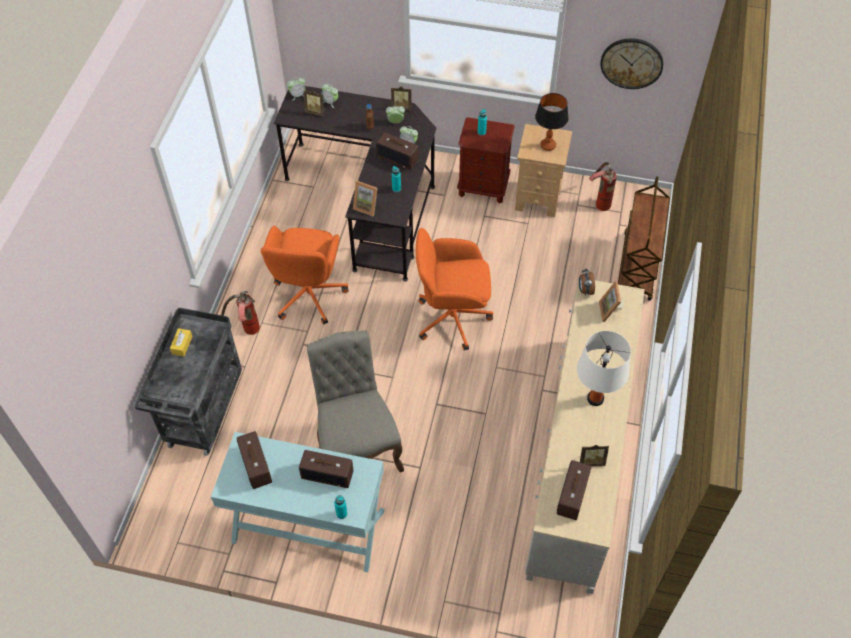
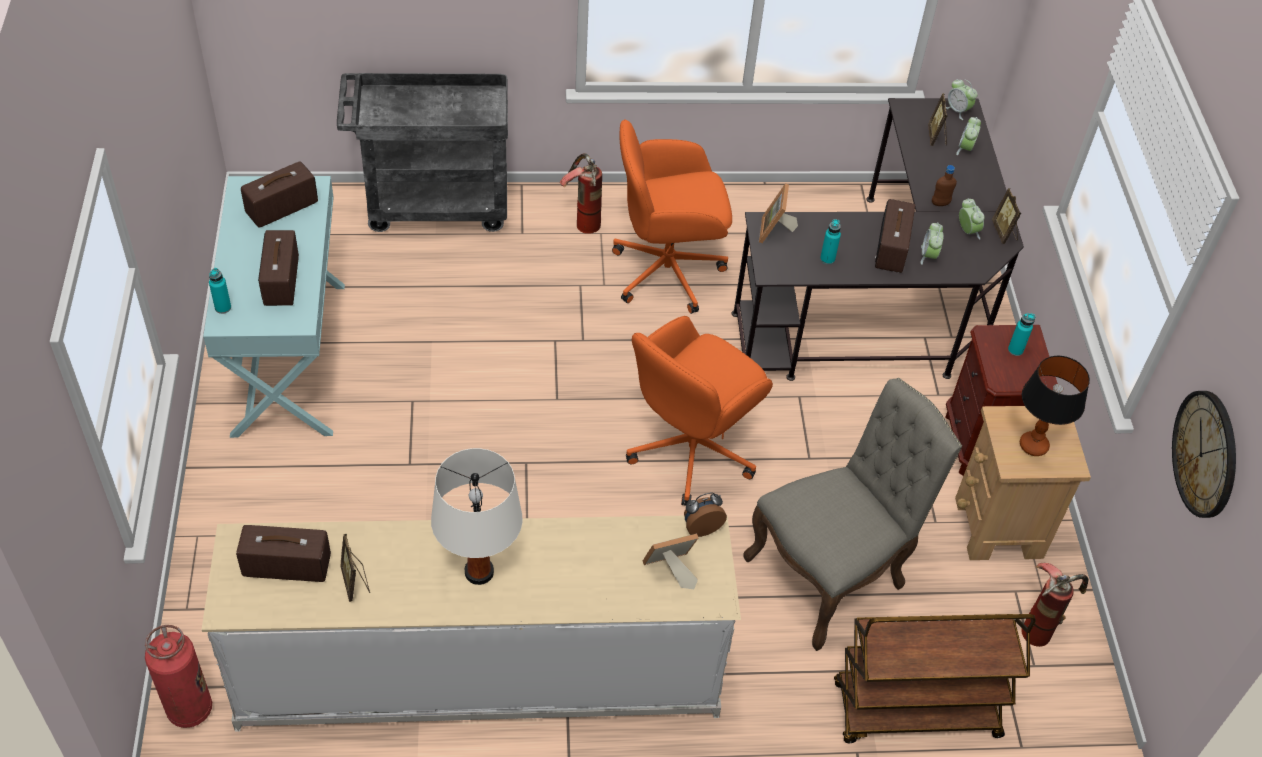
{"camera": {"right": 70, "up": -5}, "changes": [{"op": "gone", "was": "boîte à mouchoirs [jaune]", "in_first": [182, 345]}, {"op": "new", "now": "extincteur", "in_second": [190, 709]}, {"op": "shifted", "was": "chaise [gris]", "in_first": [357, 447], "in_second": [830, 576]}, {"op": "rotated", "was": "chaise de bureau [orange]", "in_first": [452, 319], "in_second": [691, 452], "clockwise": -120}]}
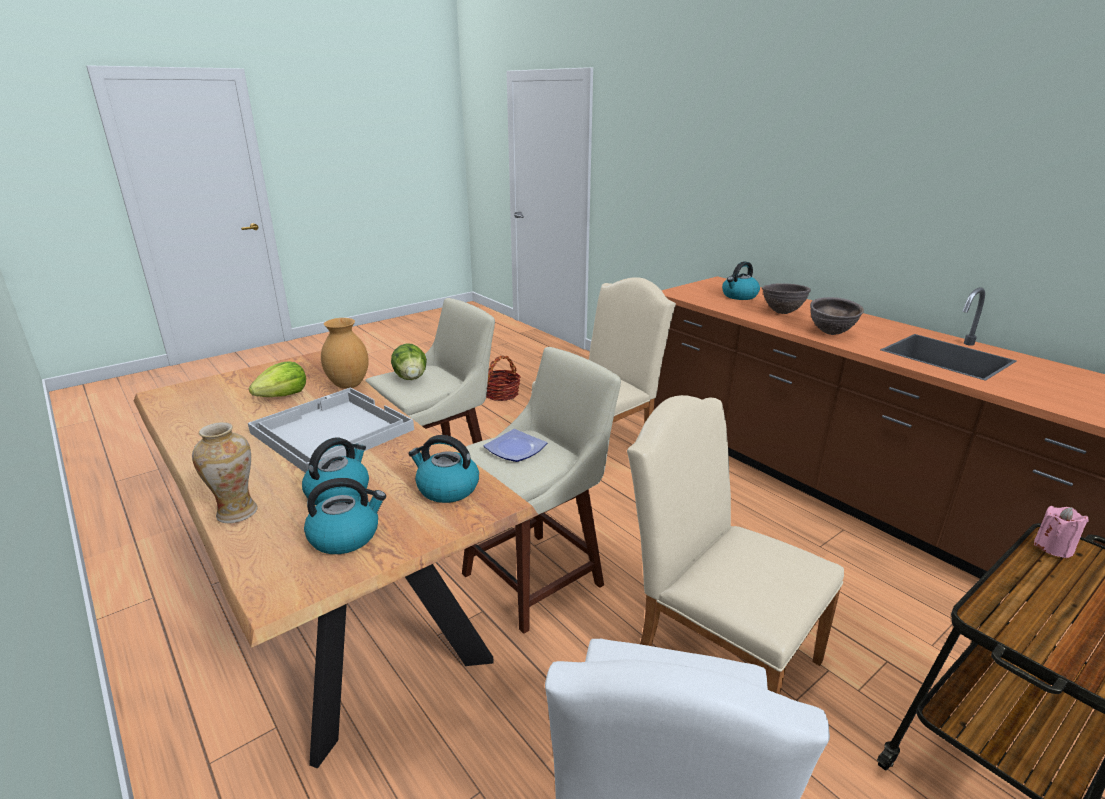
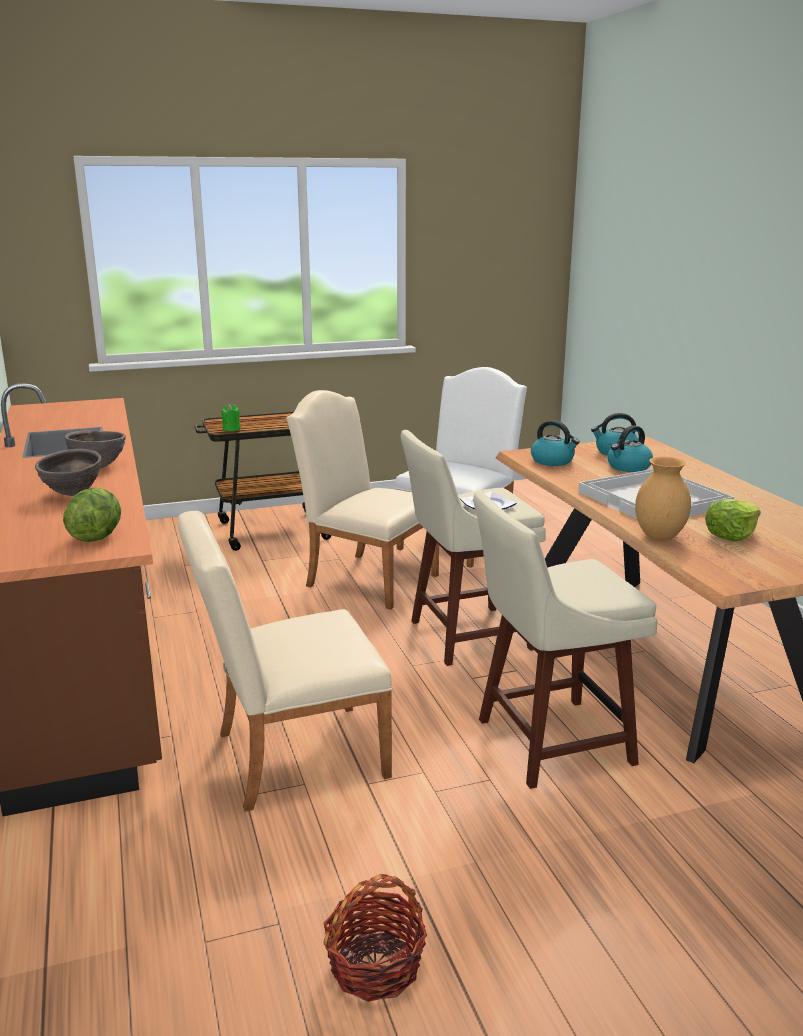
{"camera": {"right": -160, "up": -5}, "changes": [{"op": "gone", "was": "vase", "in_first": [236, 512]}, {"op": "gone", "was": "bouilloire", "in_first": [739, 296]}, {"op": "shifted", "was": "laitue", "in_first": [411, 378], "in_second": [96, 536]}, {"op": "repainted", "was": "bougie [rose]", "now": "bougie [vert]", "in_first": [1053, 547], "in_second": [231, 429]}, {"op": "rotated", "was": "chaise [beige]", "in_first": [715, 655], "in_second": [365, 578], "clockwise": 150}]}
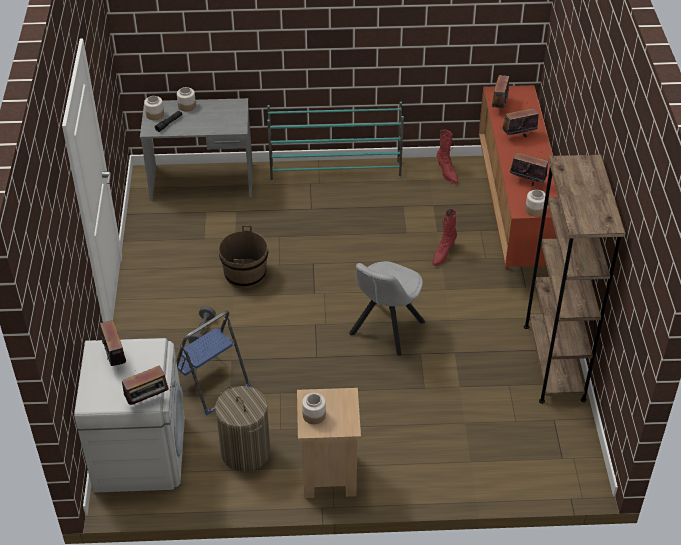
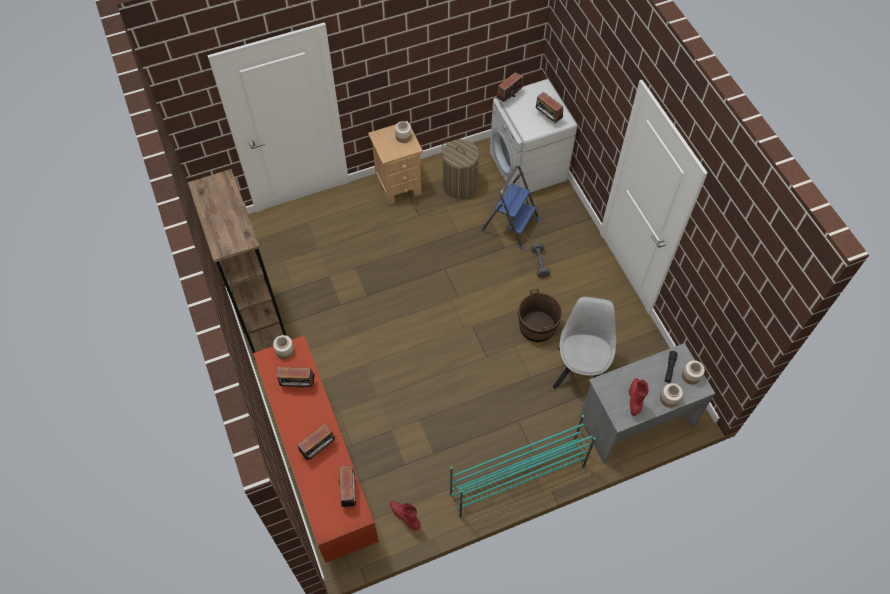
{"camera": {"right": 160, "up": 15}, "changes": [{"op": "shifted", "was": "chaise [gris]", "in_first": [386, 329], "in_second": [580, 369]}, {"op": "shifted", "was": "botte [rouge]", "in_first": [443, 254], "in_second": [635, 399]}]}
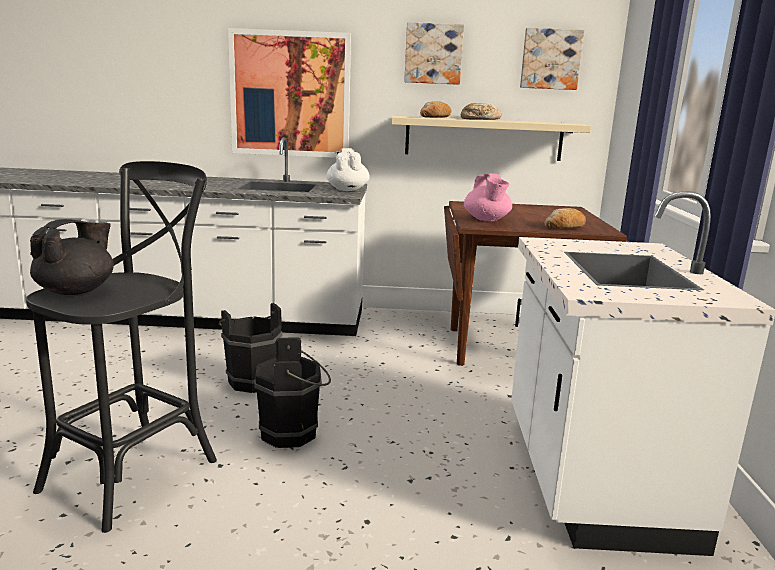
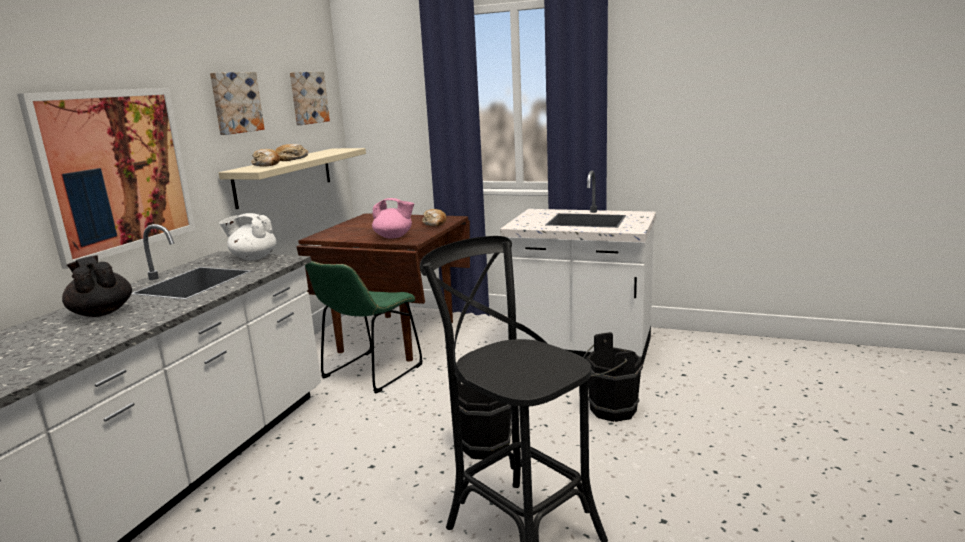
{"camera": {"right": -70, "up": 0}, "changes": [{"op": "new", "now": "chaise [vert]", "in_second": [369, 374]}, {"op": "shifted", "was": "théière [noir]", "in_first": [77, 291], "in_second": [101, 312]}, {"op": "shifted", "was": "seau [noir]", "in_first": [252, 380], "in_second": [609, 410]}]}
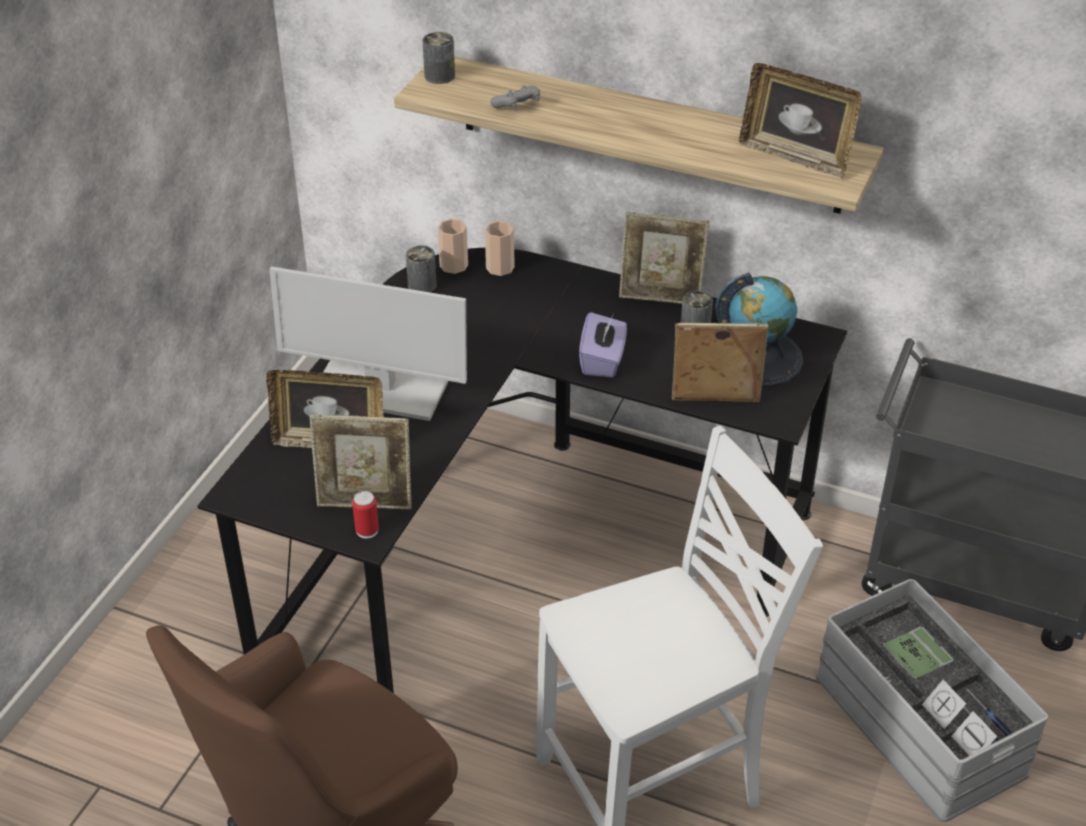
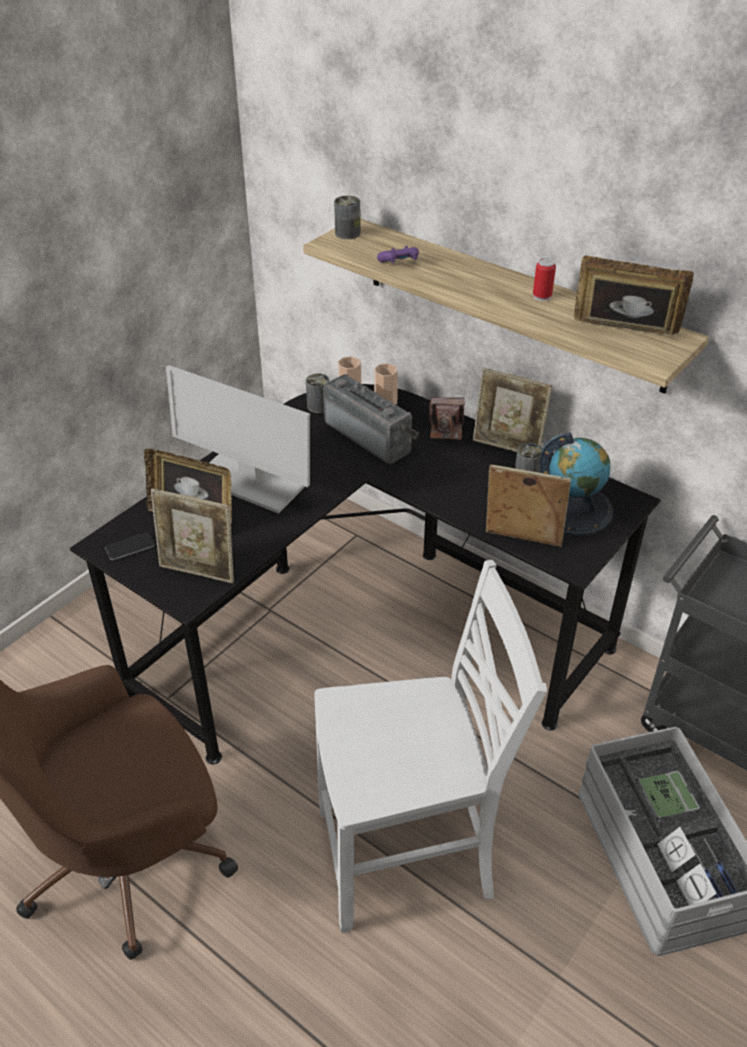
{"camera": {"right": 15, "up": 0}, "changes": [{"op": "gone", "was": "boîte à mouchoirs [violet]", "in_first": [602, 360]}, {"op": "new", "now": "téléphone", "in_second": [130, 547]}, {"op": "new", "now": "radio", "in_second": [371, 436]}, {"op": "new", "now": "appareil photo", "in_second": [446, 429]}, {"op": "shifted", "was": "boîte métallique", "in_first": [367, 530], "in_second": [542, 296]}, {"op": "repainted", "was": "manette [gris]", "now": "manette [violet]", "in_first": [518, 106], "in_second": [399, 263]}, {"op": "rotated", "was": "cadre photo", "in_first": [795, 157], "in_second": [623, 333], "clockwise": 150}]}
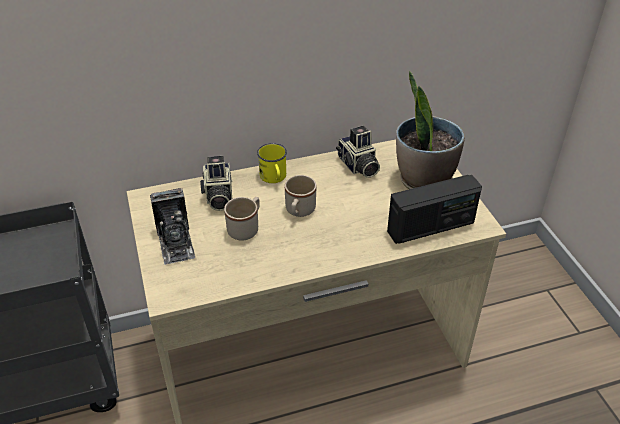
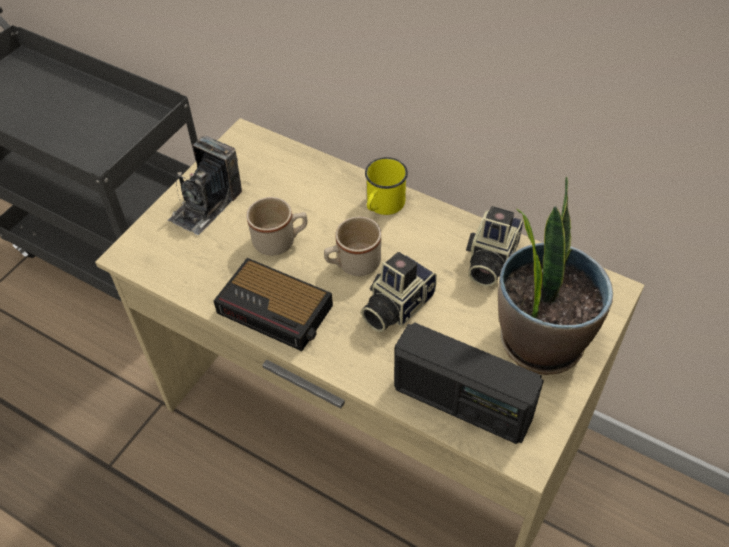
{"camera": {"right": 50, "up": 10}, "changes": [{"op": "new", "now": "réveil", "in_second": [277, 310]}, {"op": "shifted", "was": "appareil photo", "in_first": [218, 196], "in_second": [395, 306]}]}
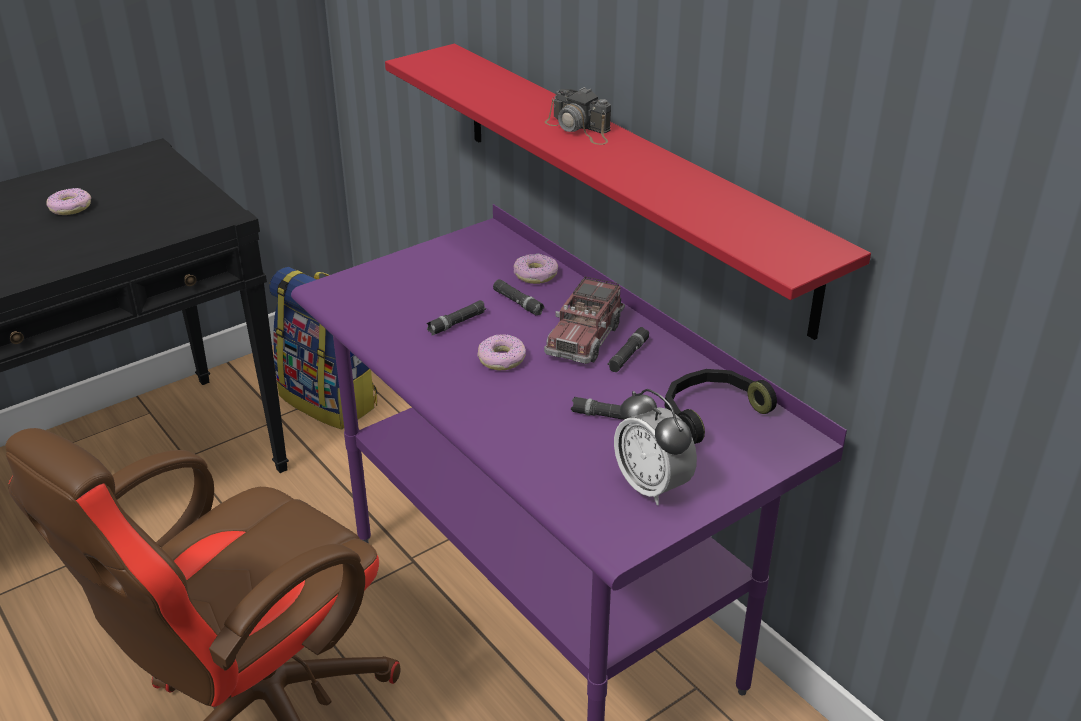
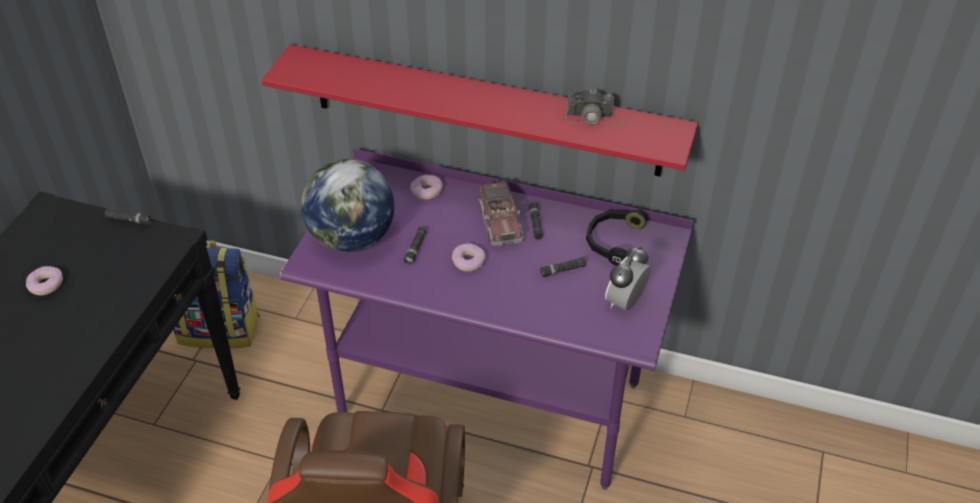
{"camera": {"right": -35, "up": 10}, "changes": [{"op": "new", "now": "globe", "in_second": [351, 239]}, {"op": "shifted", "was": "lampe de poche [noir]", "in_first": [518, 302], "in_second": [129, 220]}, {"op": "shifted", "was": "appareil photo", "in_first": [580, 129], "in_second": [594, 118]}, {"op": "rotated", "was": "réveil", "in_first": [652, 486], "in_second": [625, 302], "clockwise": 105}]}
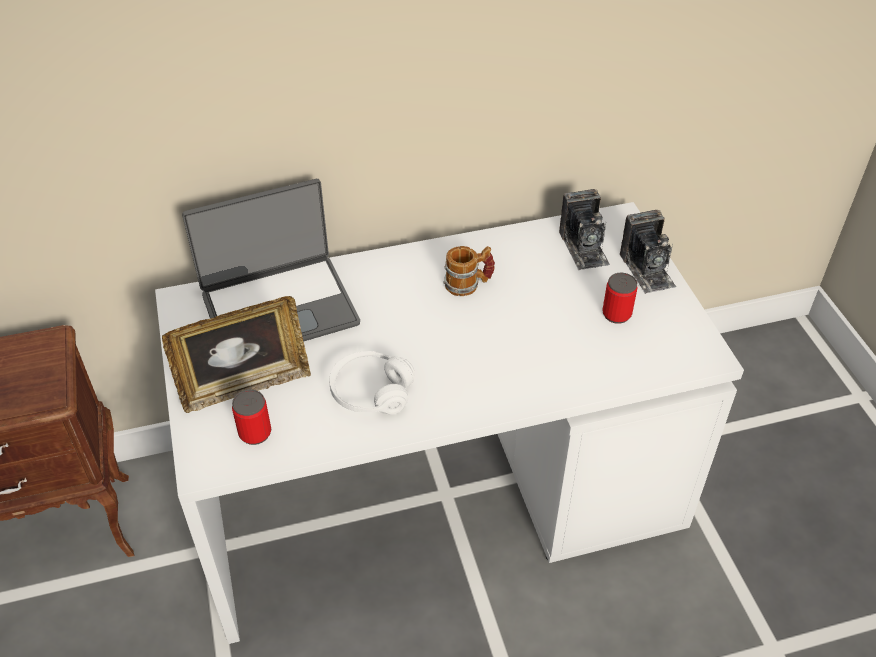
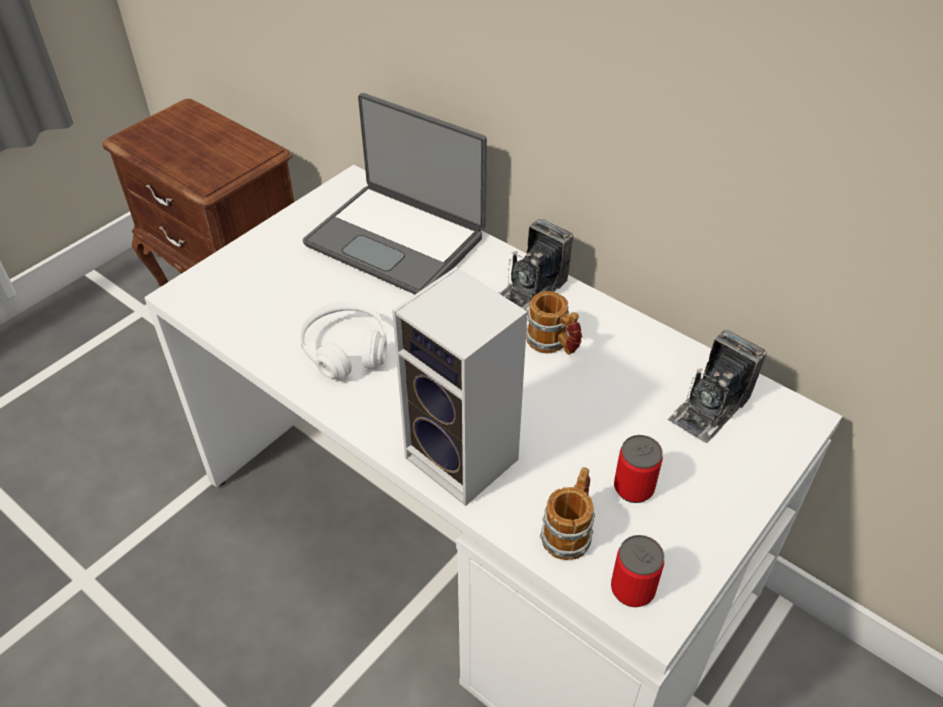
{"camera": {"right": 55, "up": 0}, "changes": [{"op": "gone", "was": "cadre photo", "in_first": [245, 385]}, {"op": "new", "now": "enceinte", "in_second": [466, 459]}, {"op": "new", "now": "mug", "in_second": [569, 530]}, {"op": "shifted", "was": "boîte métallique", "in_first": [255, 433], "in_second": [632, 589]}, {"op": "shifted", "was": "appareil photo", "in_first": [647, 270], "in_second": [531, 290]}]}
